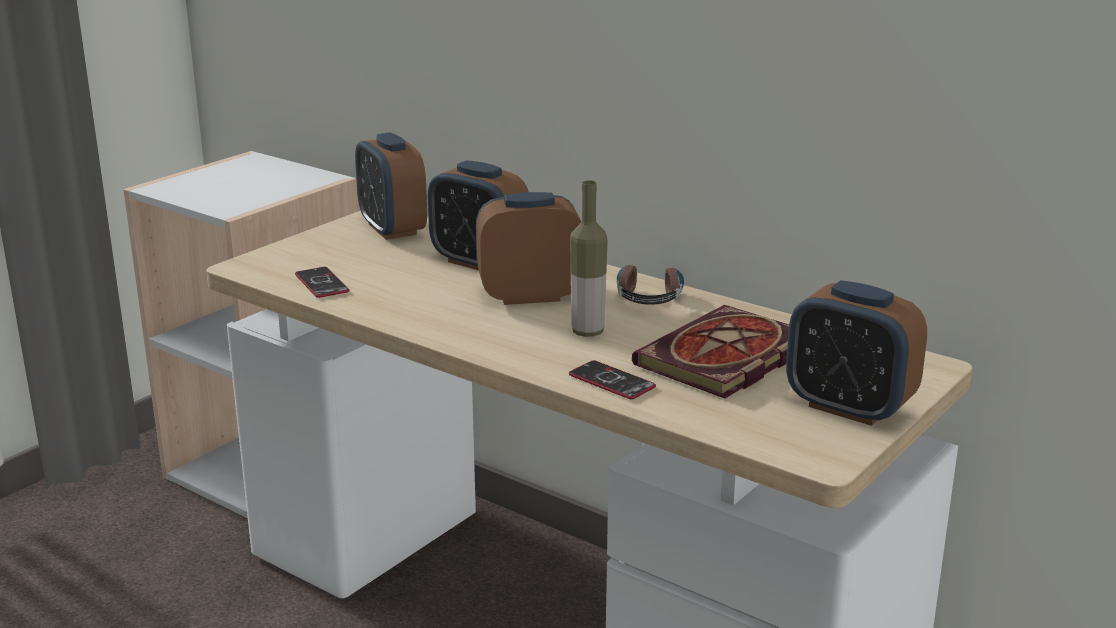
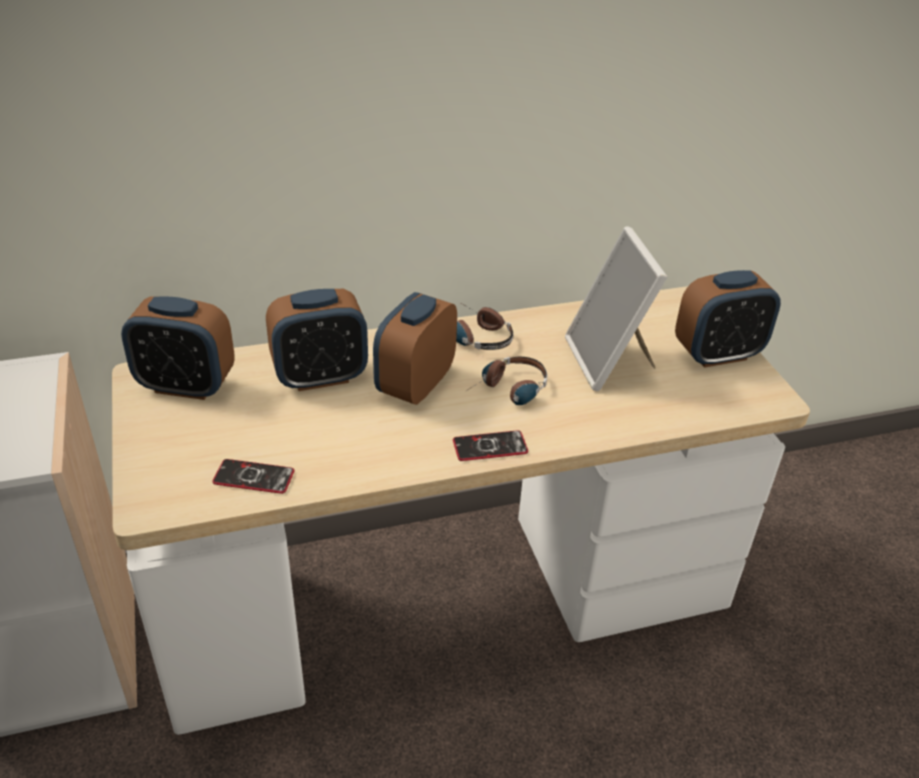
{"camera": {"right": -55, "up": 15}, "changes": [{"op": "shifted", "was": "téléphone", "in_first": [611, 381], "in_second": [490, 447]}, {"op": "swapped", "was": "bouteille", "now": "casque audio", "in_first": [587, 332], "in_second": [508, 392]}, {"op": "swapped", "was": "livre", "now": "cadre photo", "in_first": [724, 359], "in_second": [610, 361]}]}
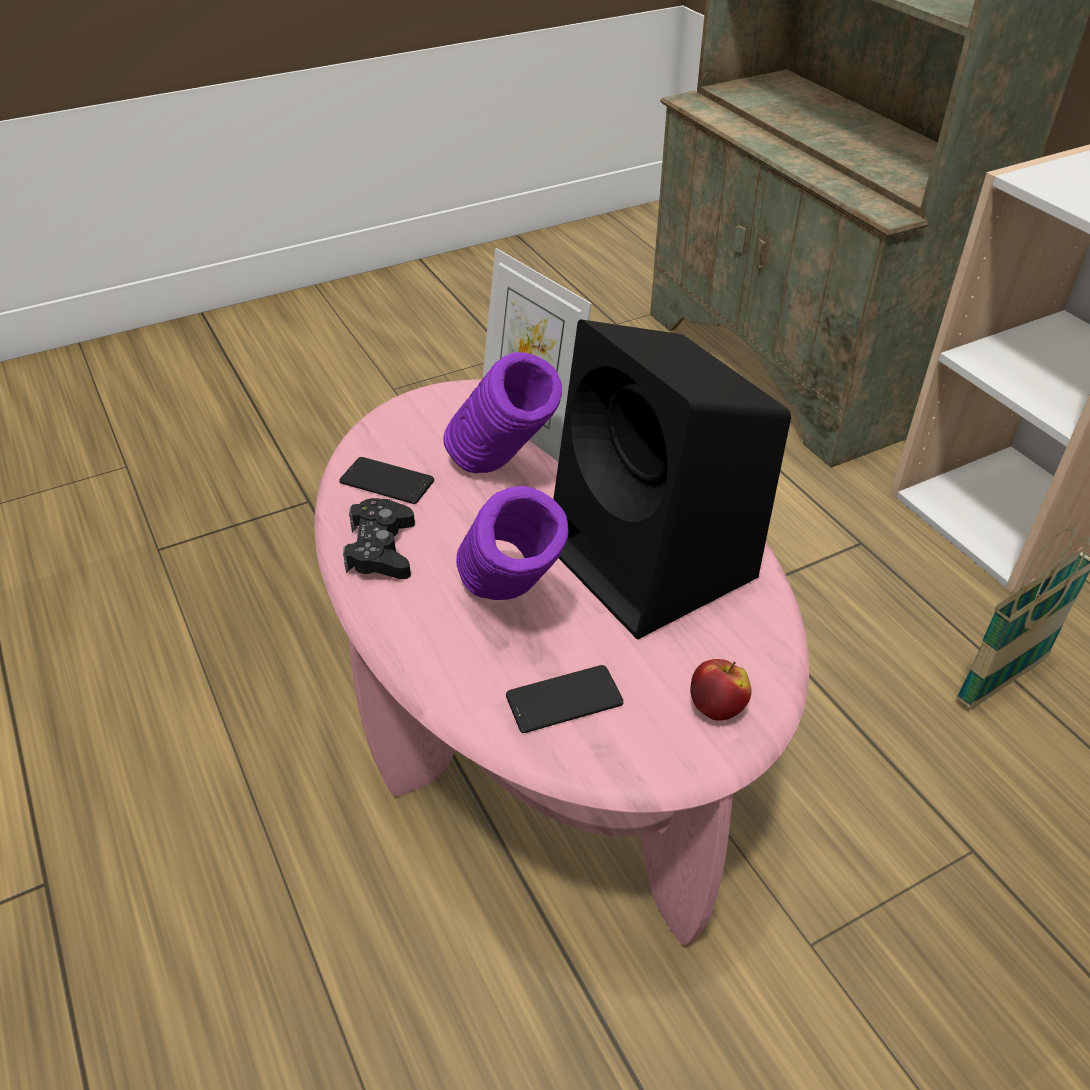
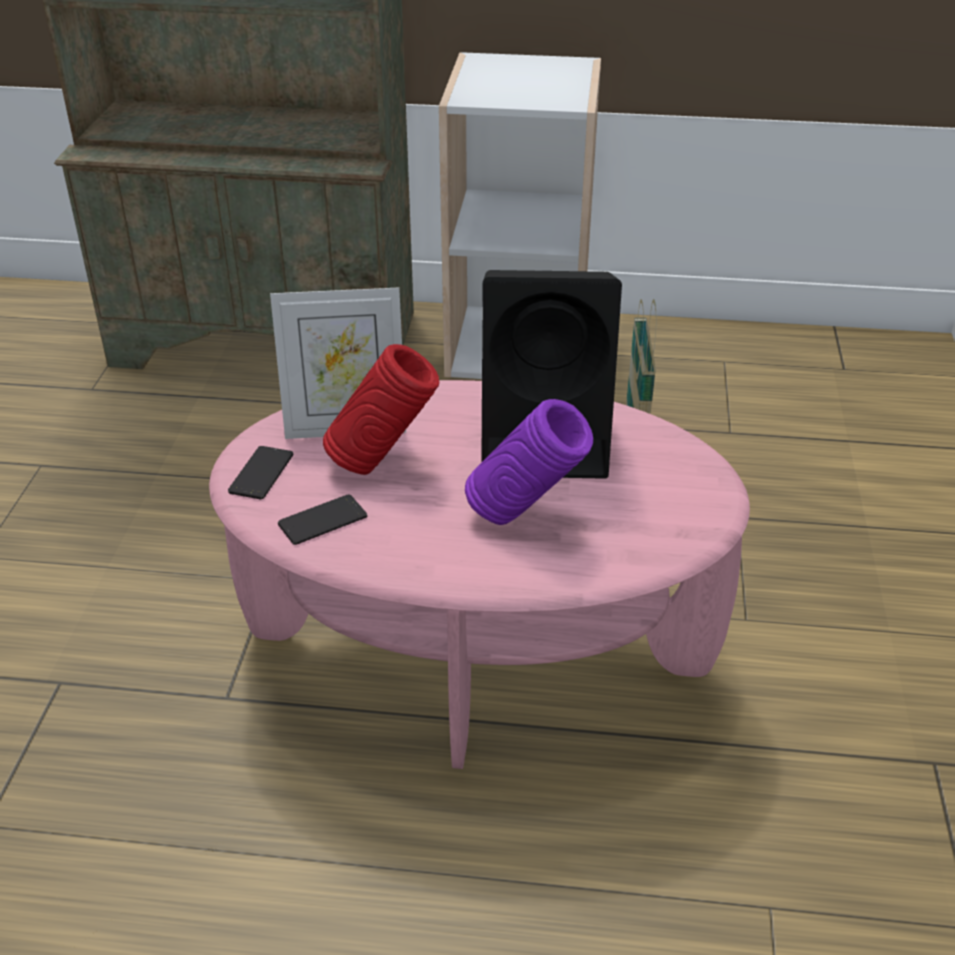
{"camera": {"right": -55, "up": -5}, "changes": [{"op": "gone", "was": "manette [noir]", "in_first": [381, 549]}, {"op": "gone", "was": "pomme", "in_first": [716, 707]}, {"op": "shifted", "was": "téléphone", "in_first": [564, 700], "in_second": [261, 473]}, {"op": "repainted", "was": "vase [violet]", "now": "vase [rouge]", "in_first": [503, 475], "in_second": [383, 463]}]}
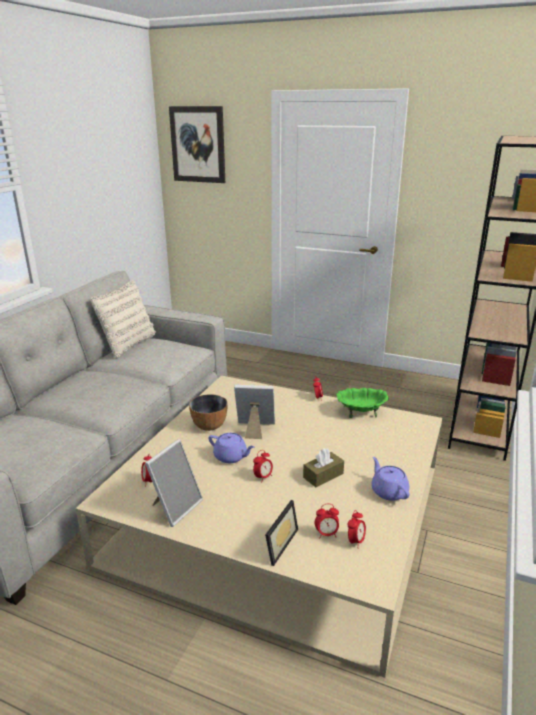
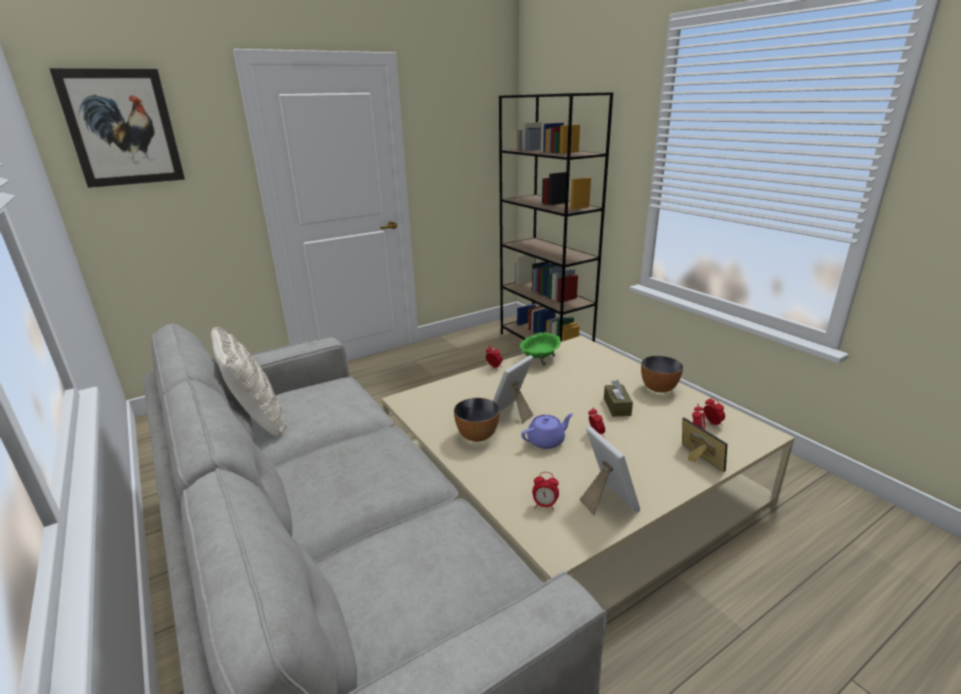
{"camera": {"right": -55, "up": 0}, "changes": [{"op": "swapped", "was": "théière [violet]", "now": "bol", "in_first": [388, 491], "in_second": [659, 388]}]}
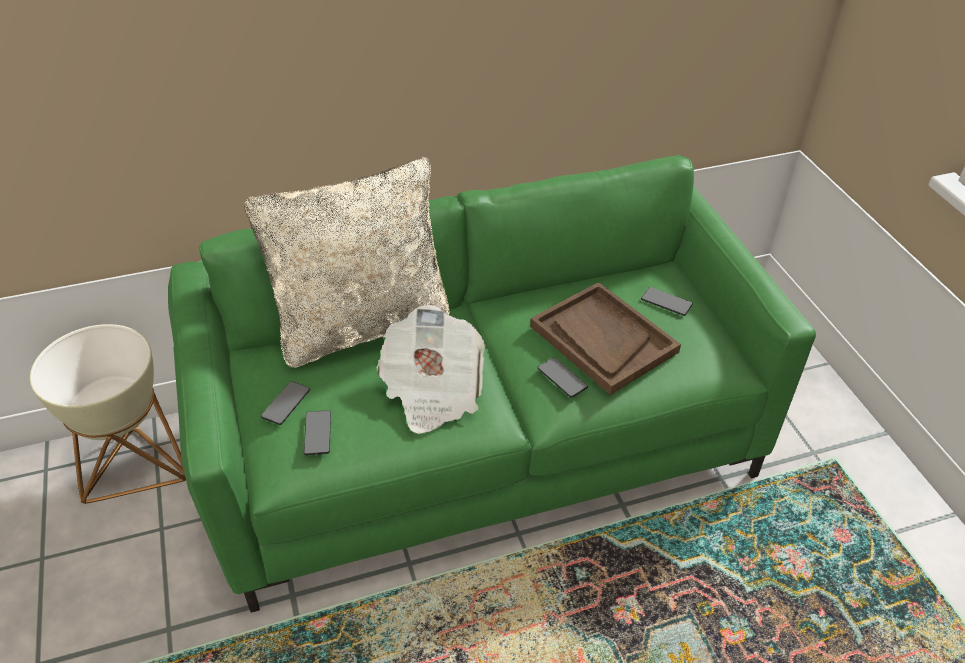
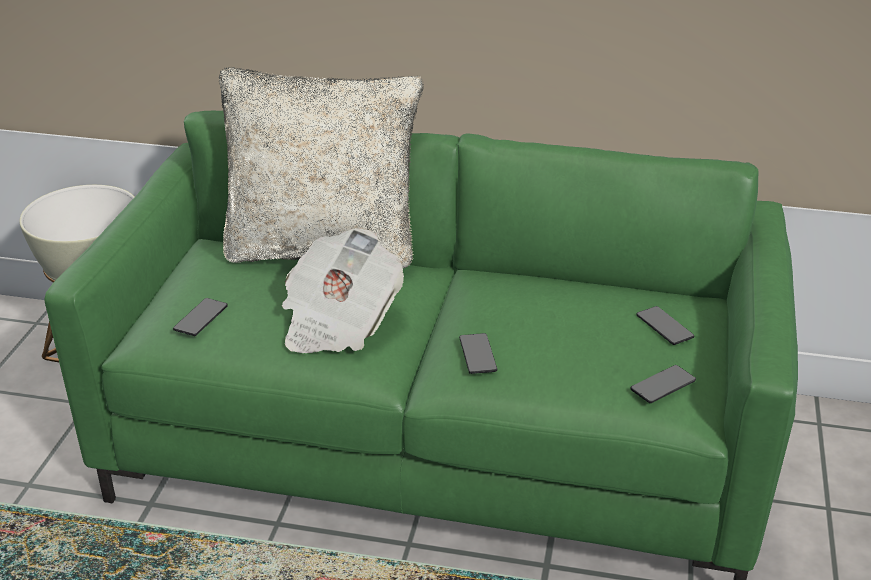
{"camera": {"right": 30, "up": -10}, "changes": [{"op": "gone", "was": "plateau [marron]", "in_first": [603, 339]}, {"op": "shifted", "was": "téléphone", "in_first": [286, 403], "in_second": [663, 385]}]}
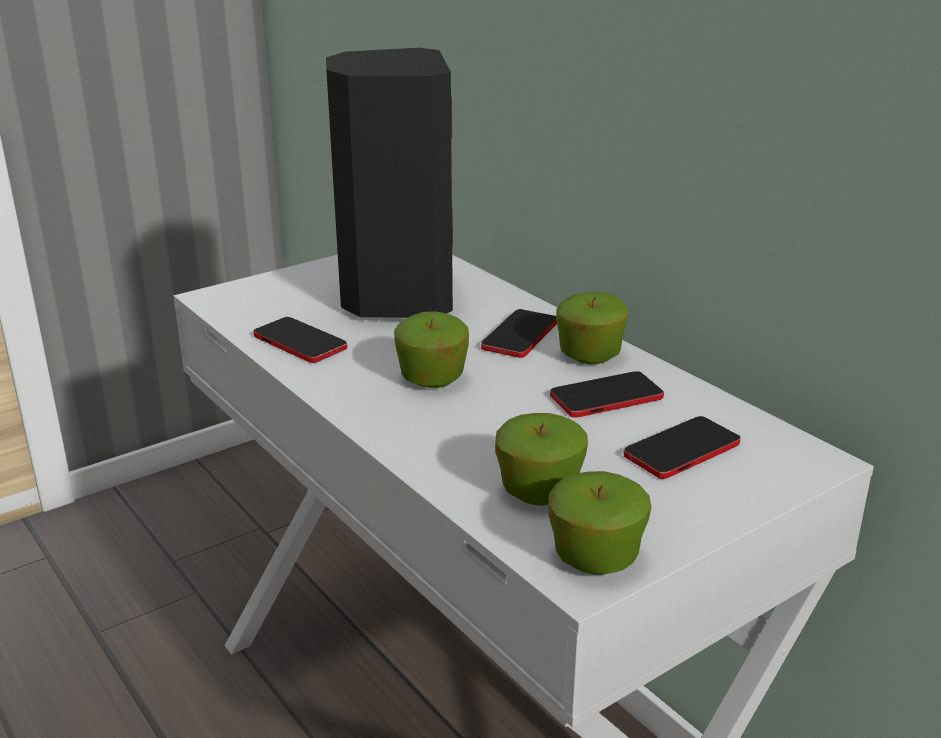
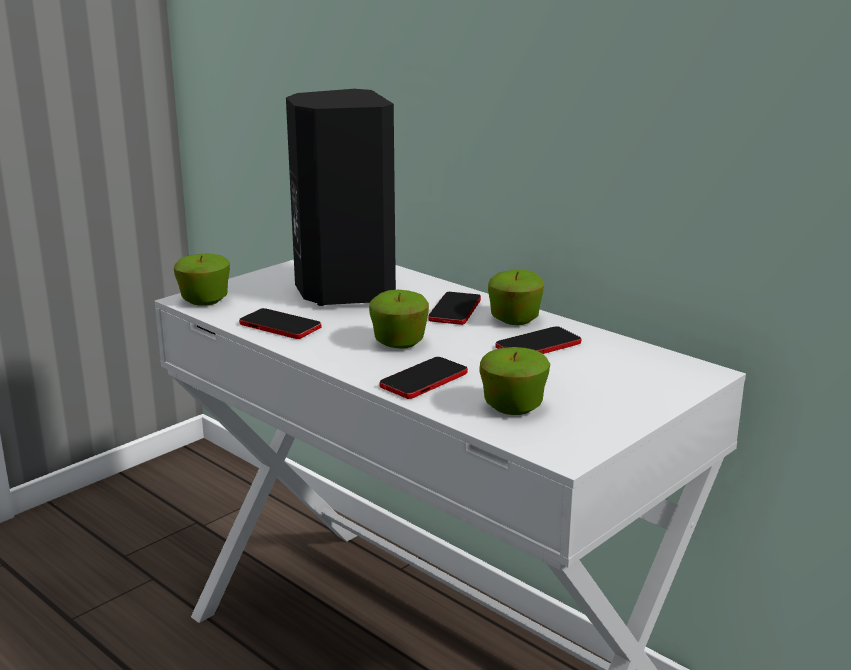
{"camera": {"right": -10, "up": -5}, "changes": [{"op": "shifted", "was": "pomme", "in_first": [595, 558], "in_second": [204, 300]}, {"op": "shifted", "was": "téléphone", "in_first": [682, 449], "in_second": [424, 379]}]}
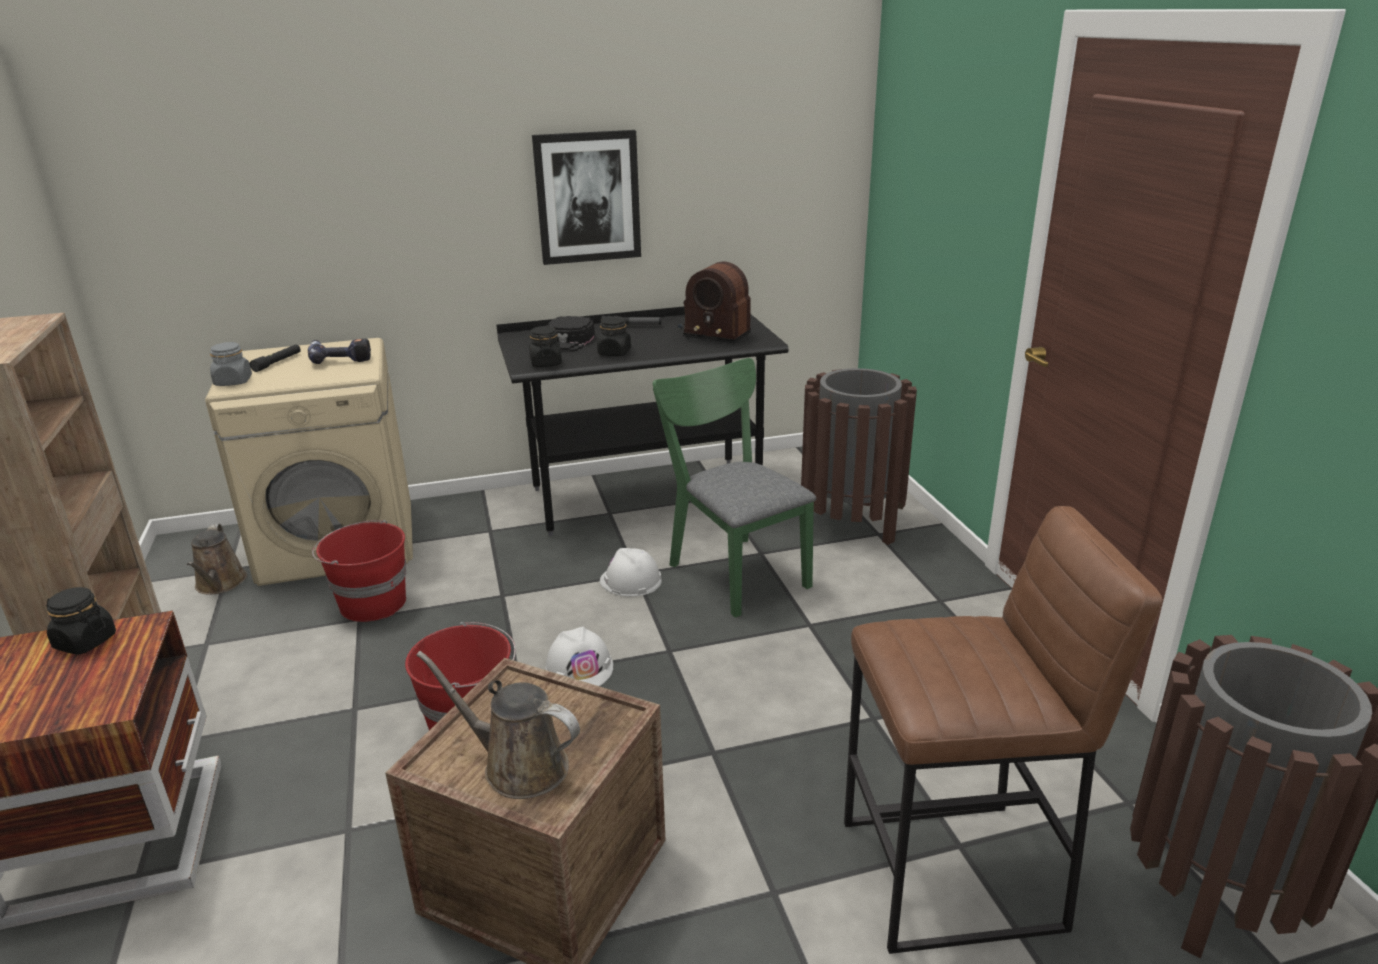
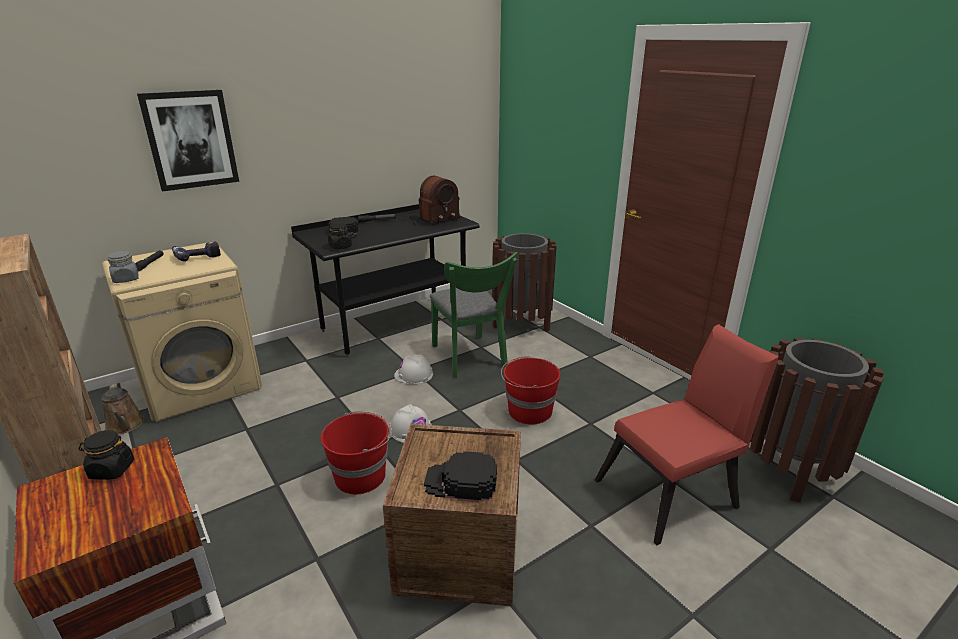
{"camera": {"right": -20, "up": 0}, "changes": [{"op": "gone", "was": "bocal [noir]", "in_first": [614, 353]}, {"op": "shifted", "was": "seau [rouge]", "in_first": [371, 603], "in_second": [528, 411]}, {"op": "shifted", "was": "tableau", "in_first": [588, 197], "in_second": [191, 140]}, {"op": "swapped", "was": "arrosoir [marron]", "now": "casquette [noir]", "in_first": [518, 765], "in_second": [461, 482]}, {"op": "swapped", "was": "tabouret [marron]", "now": "chaise [rouge]", "in_first": [954, 873], "in_second": [673, 492]}, {"op": "rotated", "was": "chaise [vert]", "in_first": [733, 570], "in_second": [470, 359], "clockwise": -150}, {"op": "rotated", "was": "radio", "in_first": [714, 330], "in_second": [429, 219], "clockwise": -45}]}
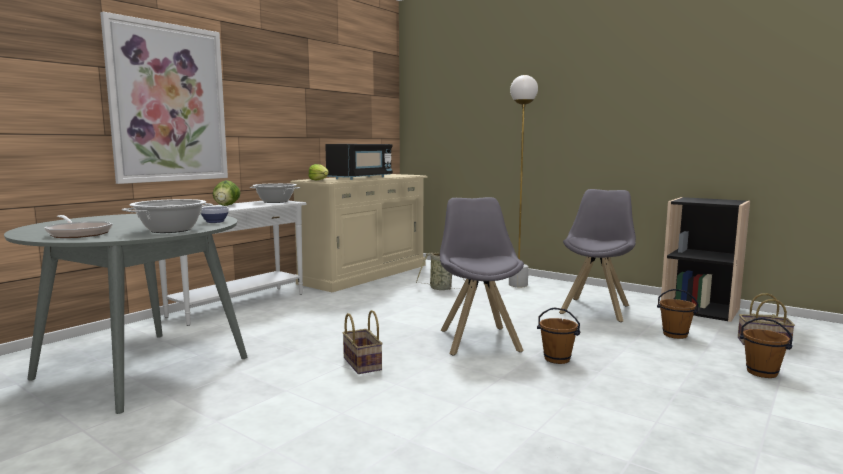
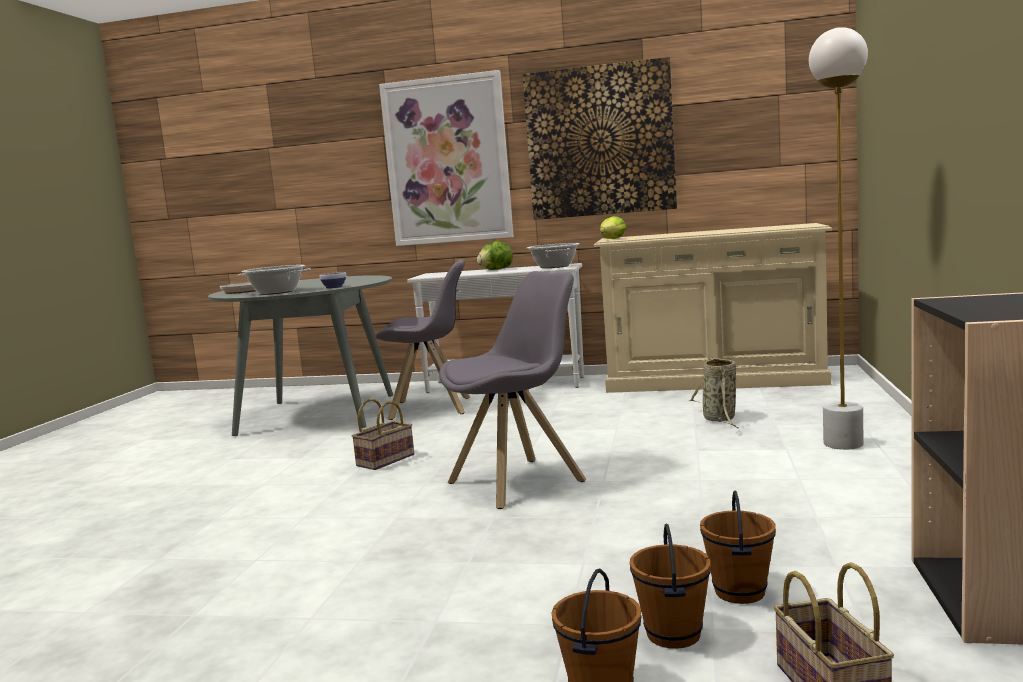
{"camera": {"right": 65, "up": 0}, "changes": [{"op": "gone", "was": "micro-ondes [noir]", "in_first": [361, 178]}, {"op": "new", "now": "tableau", "in_second": [599, 141]}, {"op": "shifted", "was": "seau [marron]", "in_first": [556, 359], "in_second": [672, 634]}, {"op": "shifted", "was": "chaise [gris]", "in_first": [595, 309], "in_second": [431, 408]}]}
